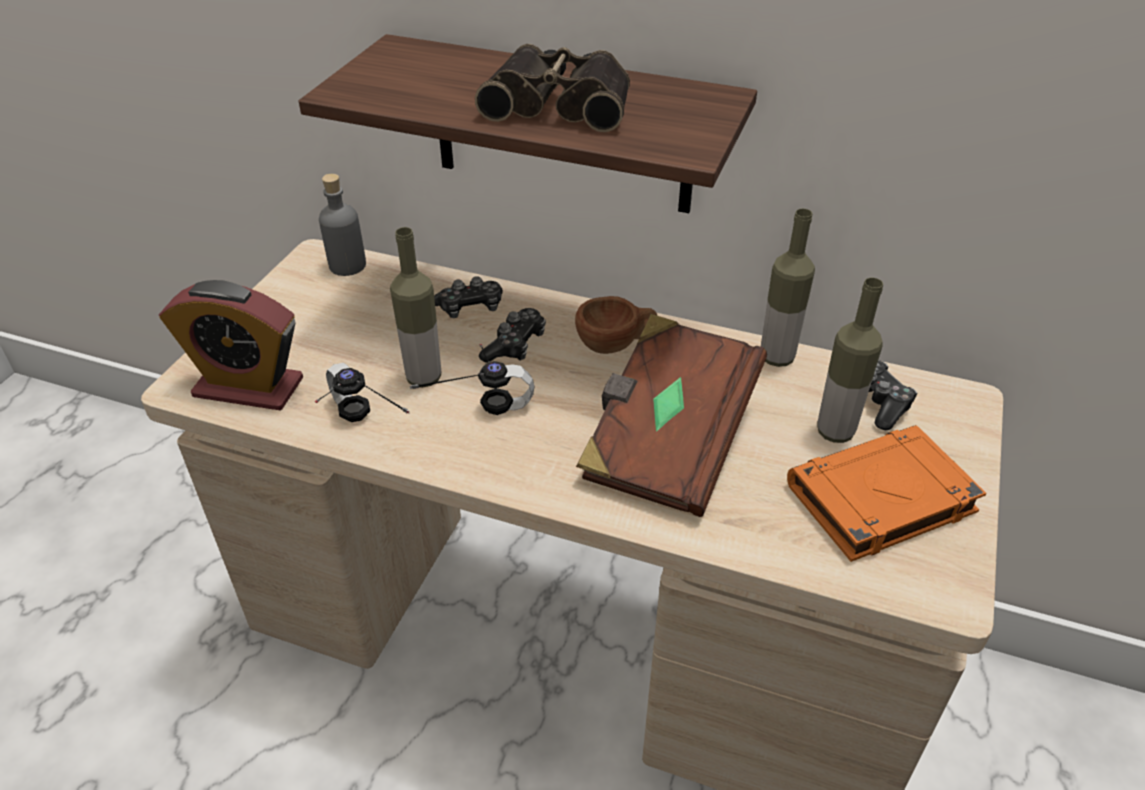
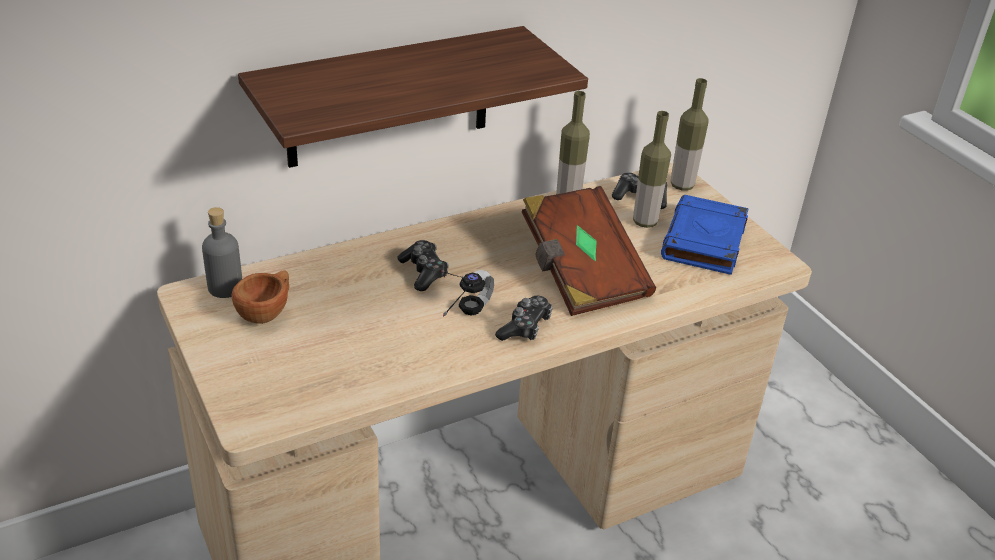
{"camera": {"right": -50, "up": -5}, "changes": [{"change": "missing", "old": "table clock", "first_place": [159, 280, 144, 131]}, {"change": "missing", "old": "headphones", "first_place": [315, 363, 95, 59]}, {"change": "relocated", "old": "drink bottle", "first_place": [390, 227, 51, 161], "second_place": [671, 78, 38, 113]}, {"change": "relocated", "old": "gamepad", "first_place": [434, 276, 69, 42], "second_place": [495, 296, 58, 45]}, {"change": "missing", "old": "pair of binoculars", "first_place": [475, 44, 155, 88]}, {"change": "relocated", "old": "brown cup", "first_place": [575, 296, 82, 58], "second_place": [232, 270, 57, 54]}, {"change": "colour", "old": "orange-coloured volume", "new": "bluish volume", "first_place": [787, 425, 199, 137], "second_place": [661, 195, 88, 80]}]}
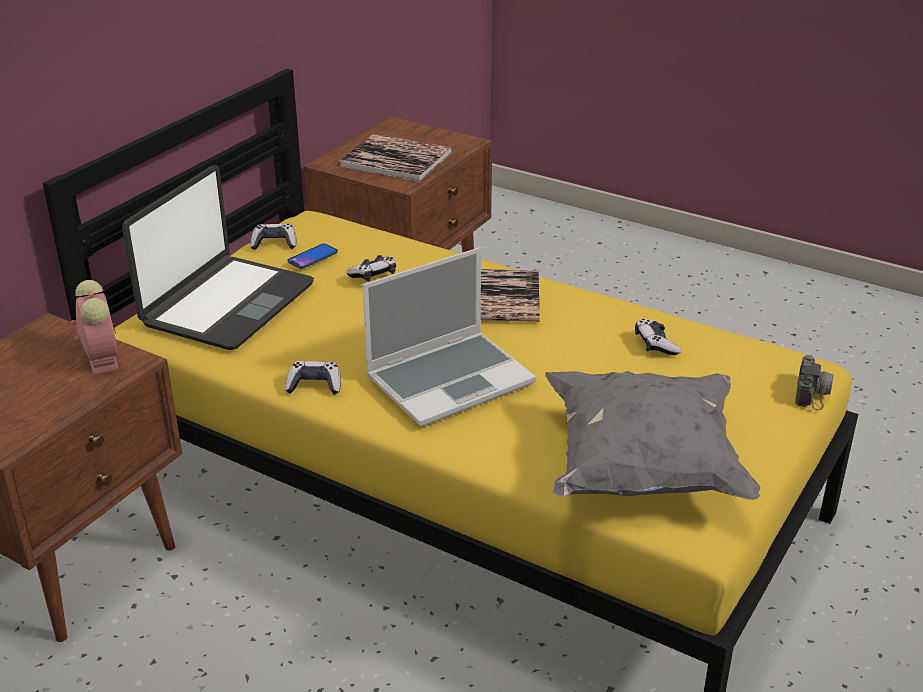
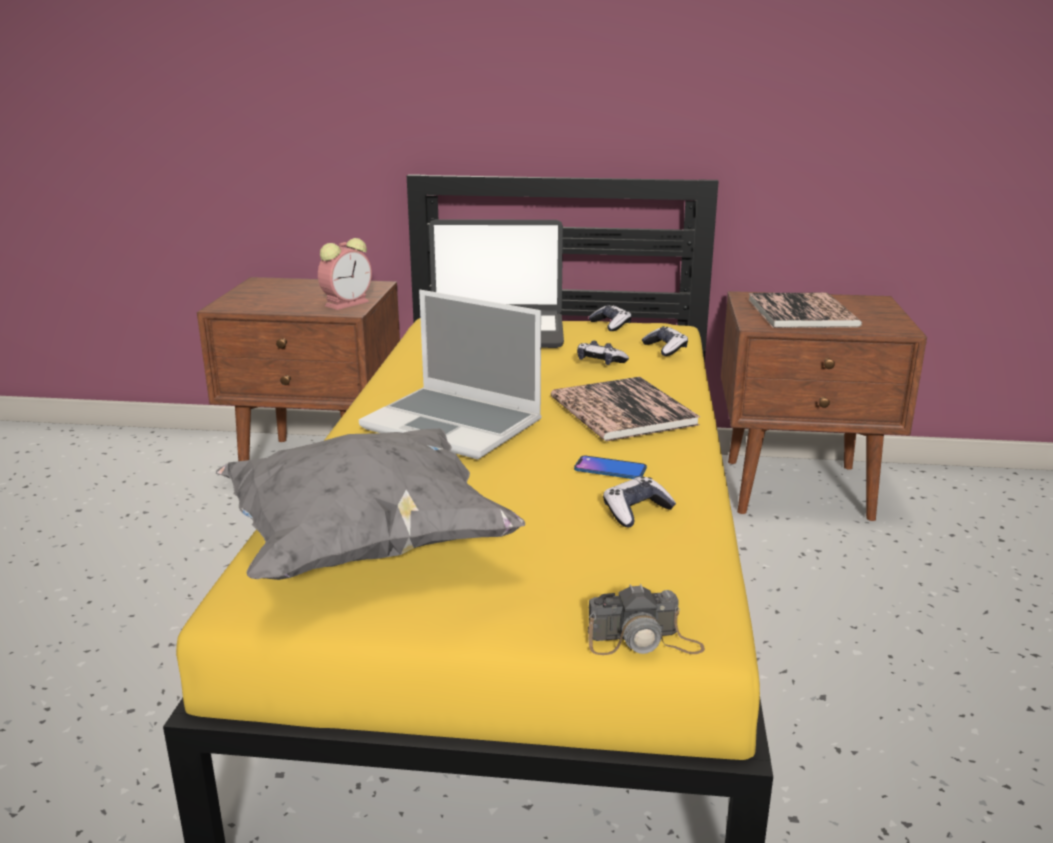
{"camera": {"right": 65, "up": -10}, "changes": [{"change": "relocated", "old": "gamepad", "first_place": [285, 361, 56, 34], "second_place": [642, 326, 46, 30]}, {"change": "relocated", "old": "handset", "first_place": [288, 244, 50, 25], "second_place": [574, 456, 73, 23]}]}
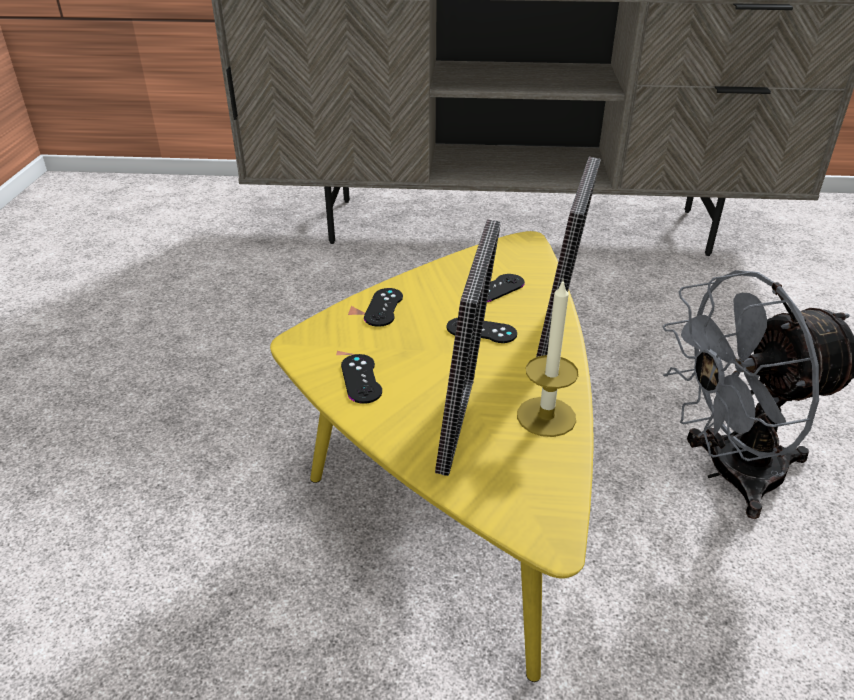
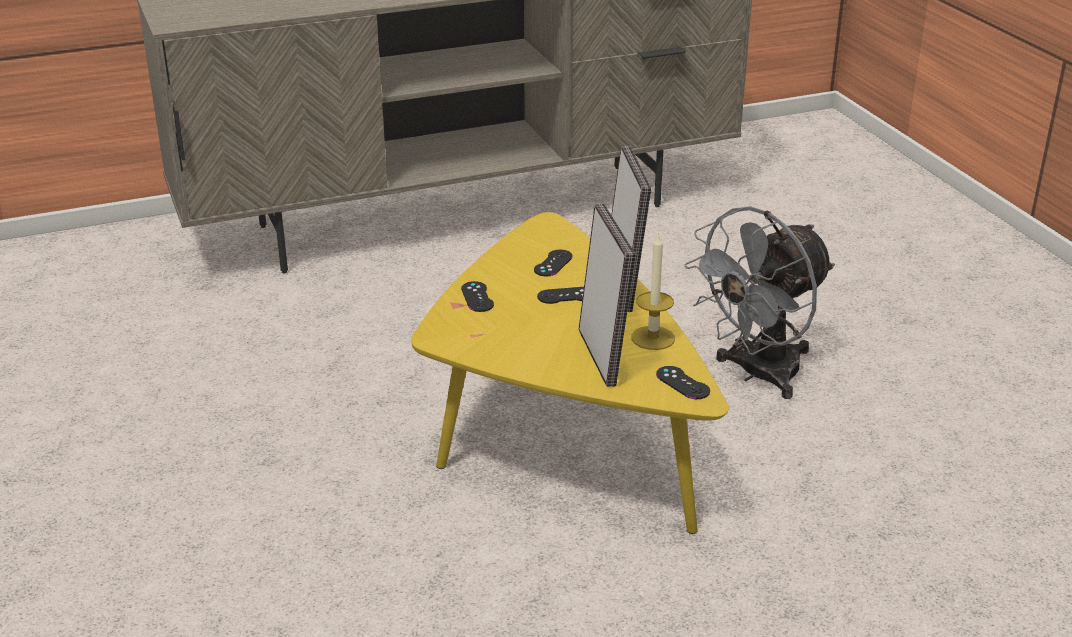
{"camera": {"right": -25, "up": -5}, "changes": [{"change": "relocated", "old": "black gamepad", "first_place": [341, 354, 41, 50], "second_place": [656, 366, 54, 33]}]}
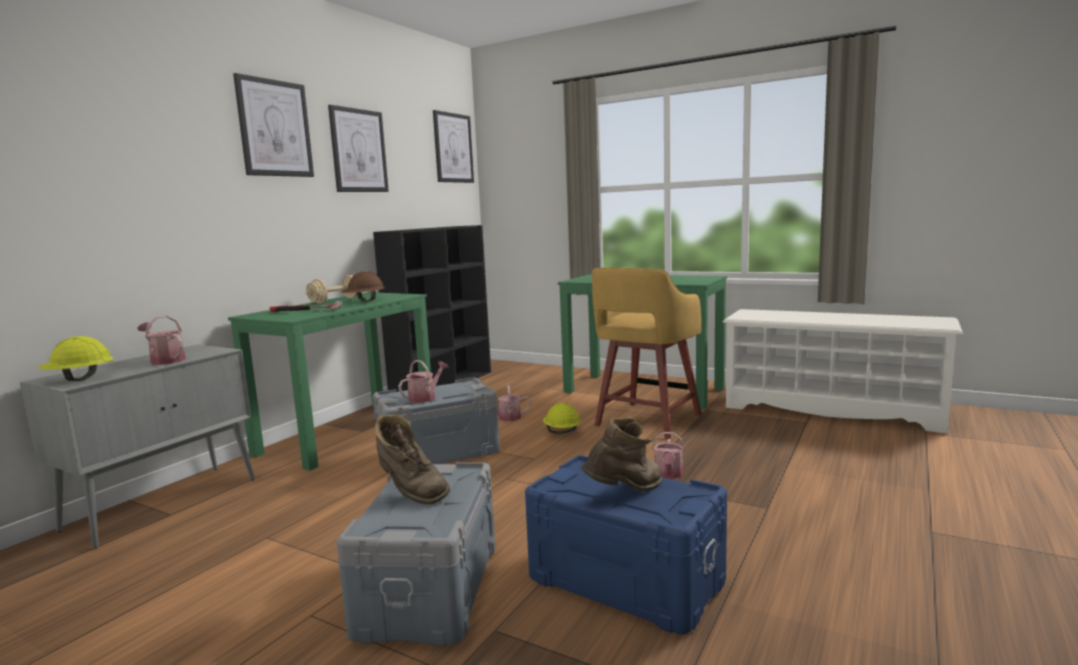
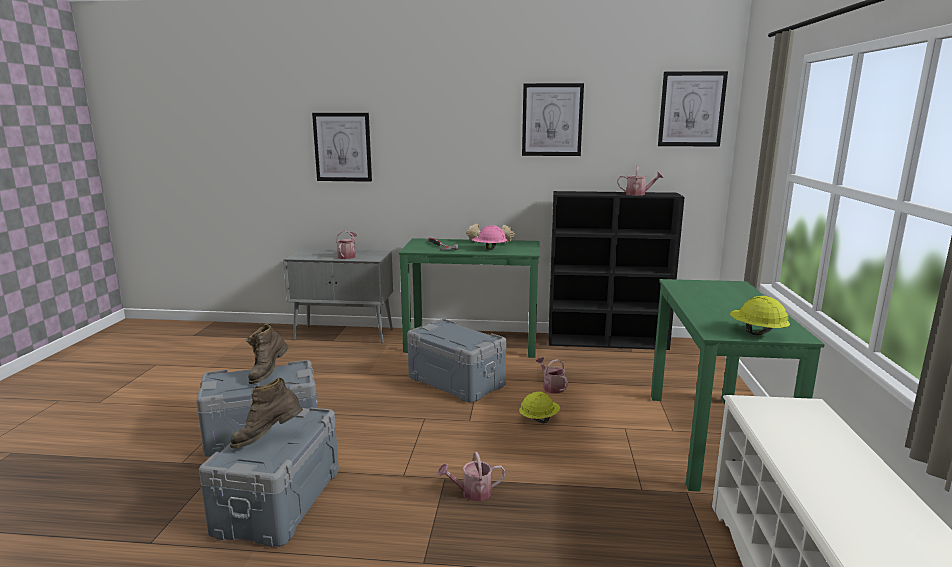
{"camera": {"right": 65, "up": 5}, "changes": [{"change": "relocated", "old": "yellow hard hat", "first_place": [38, 336, 76, 45], "second_place": [730, 296, 60, 39]}, {"change": "relocated", "old": "wall art", "first_place": [233, 73, 81, 104], "second_place": [312, 113, 60, 69]}, {"change": "colour", "old": "brown hard hat", "new": "pink-coloured hard hat", "first_place": [341, 271, 44, 31], "second_place": [472, 225, 35, 25]}, {"change": "relocated", "old": "watering can", "first_place": [398, 360, 51, 43], "second_place": [617, 166, 47, 29]}, {"change": "colour", "old": "bluish storage container", "new": "gray storage container", "first_place": [525, 455, 202, 180], "second_place": [199, 408, 140, 139]}, {"change": "spun", "old": "brown boot", "first_place": [581, 417, 81, 75], "second_place": [230, 377, 73, 72], "degrees": 120}, {"change": "missing", "old": "yellow stool", "first_place": [592, 268, 110, 171]}]}
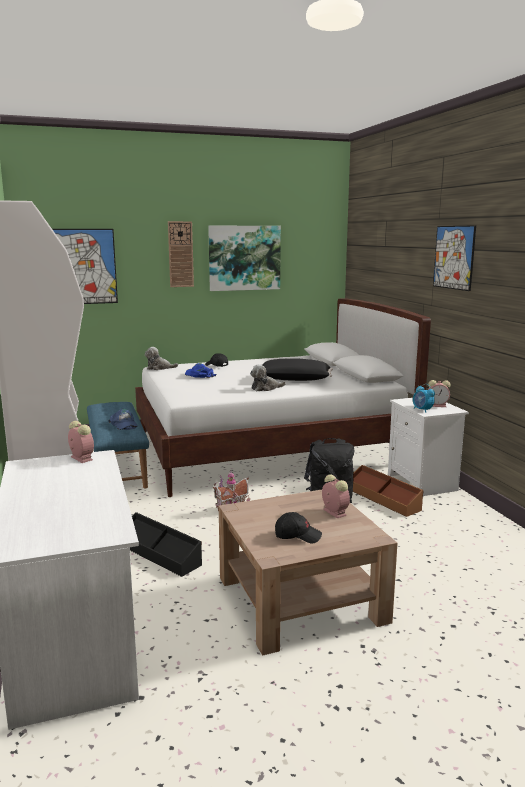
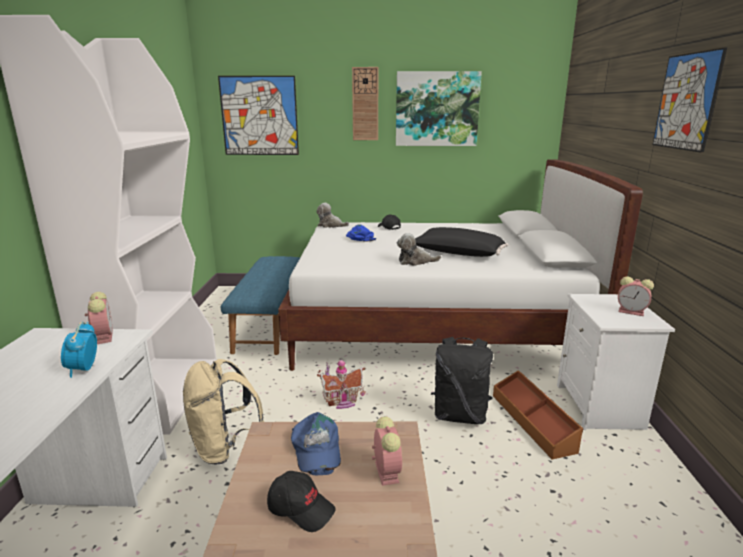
{"camera": {"right": 20, "up": 5}, "changes": [{"change": "relocated", "old": "bluish cap", "first_place": [108, 409, 30, 21], "second_place": [291, 412, 50, 63]}, {"change": "exchanged", "old": "black storage container", "new": "beige-coloured backpack", "first_place": [130, 512, 72, 65], "second_place": [183, 359, 81, 106]}, {"change": "relocated", "old": "table clock", "first_place": [413, 384, 22, 29], "second_place": [61, 322, 36, 56]}]}
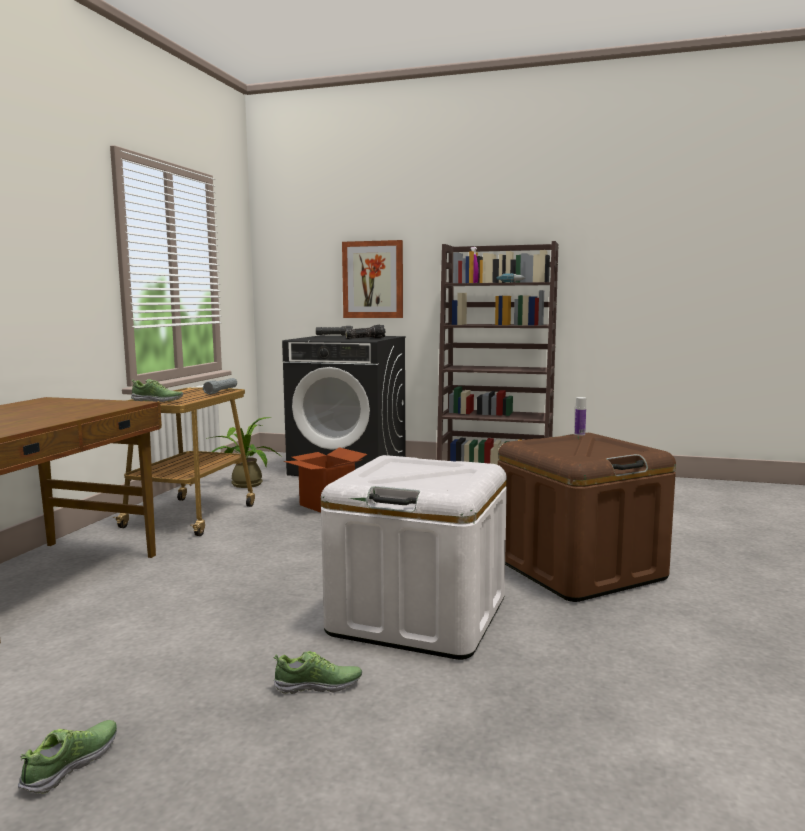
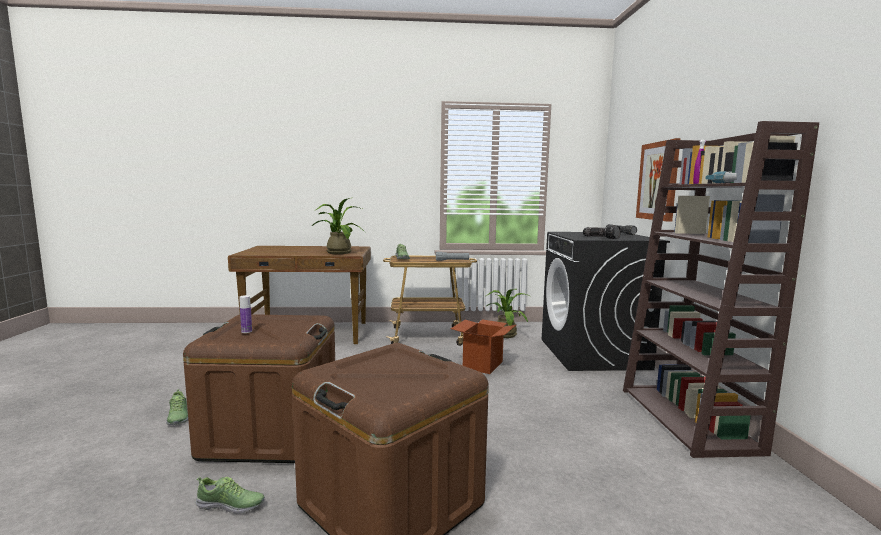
{"camera": {"right": 70, "up": 0}, "changes": [{"change": "relocated", "old": "item of footwear", "first_place": [18, 720, 99, 74], "second_place": [196, 477, 69, 37]}, {"change": "colour", "old": "white storage container", "new": "brown storage container", "first_place": [321, 455, 186, 205], "second_place": [183, 314, 152, 149]}, {"change": "relocated", "old": "drink bottle", "first_place": [575, 397, 11, 39], "second_place": [239, 295, 13, 38]}, {"change": "appeared", "new": "plant in a pot", "second_place": [311, 198, 54, 56]}]}
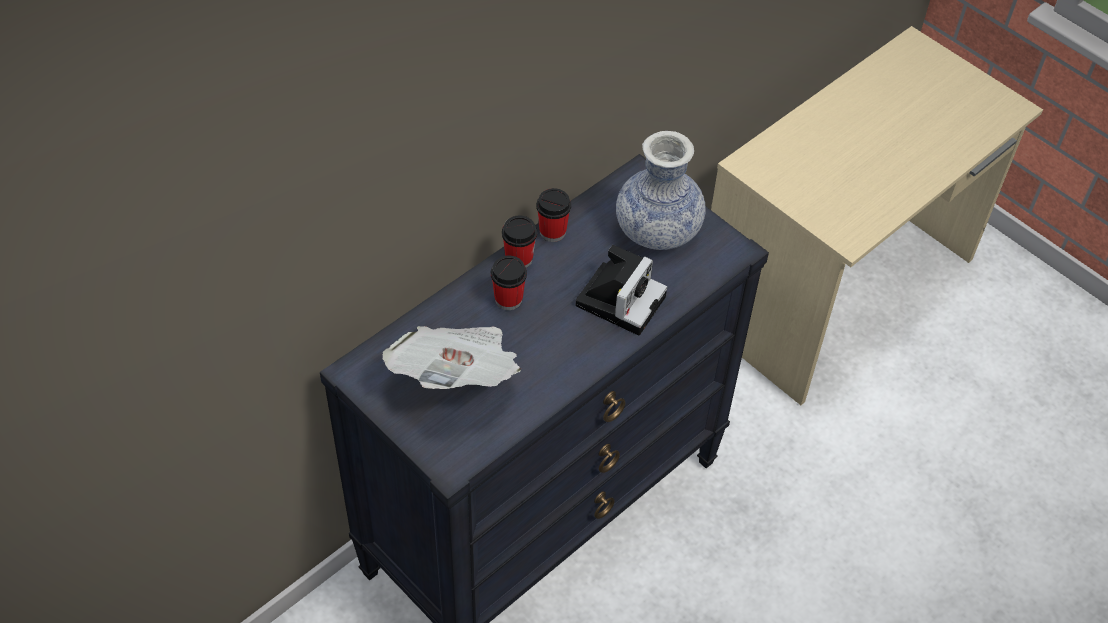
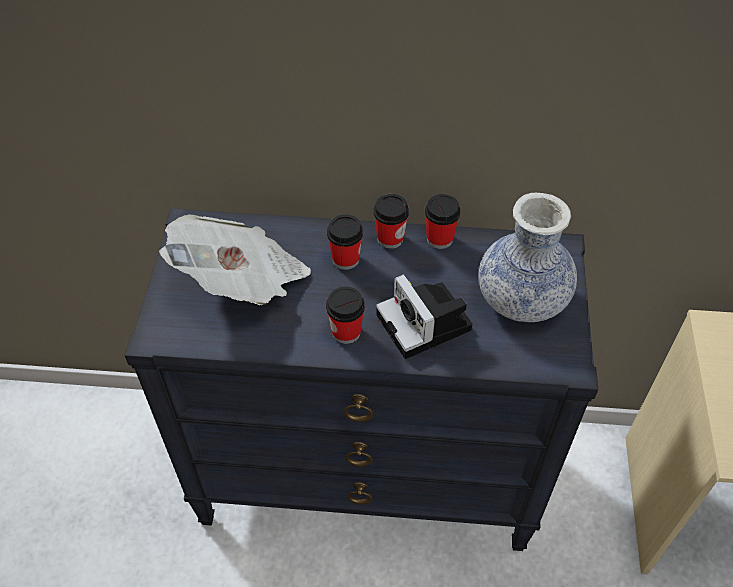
{"camera": {"right": 50, "up": 0}, "changes": [{"change": "spun", "old": "photo camera", "first_place": [576, 245, 91, 91], "second_place": [376, 274, 97, 85], "degrees": 75}, {"change": "appeared", "new": "cup", "second_place": [326, 287, 39, 57]}]}
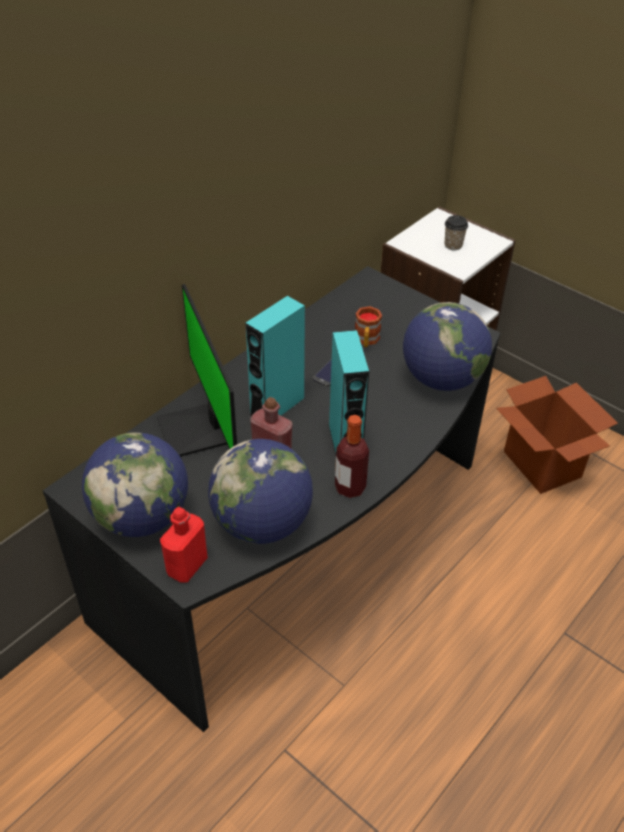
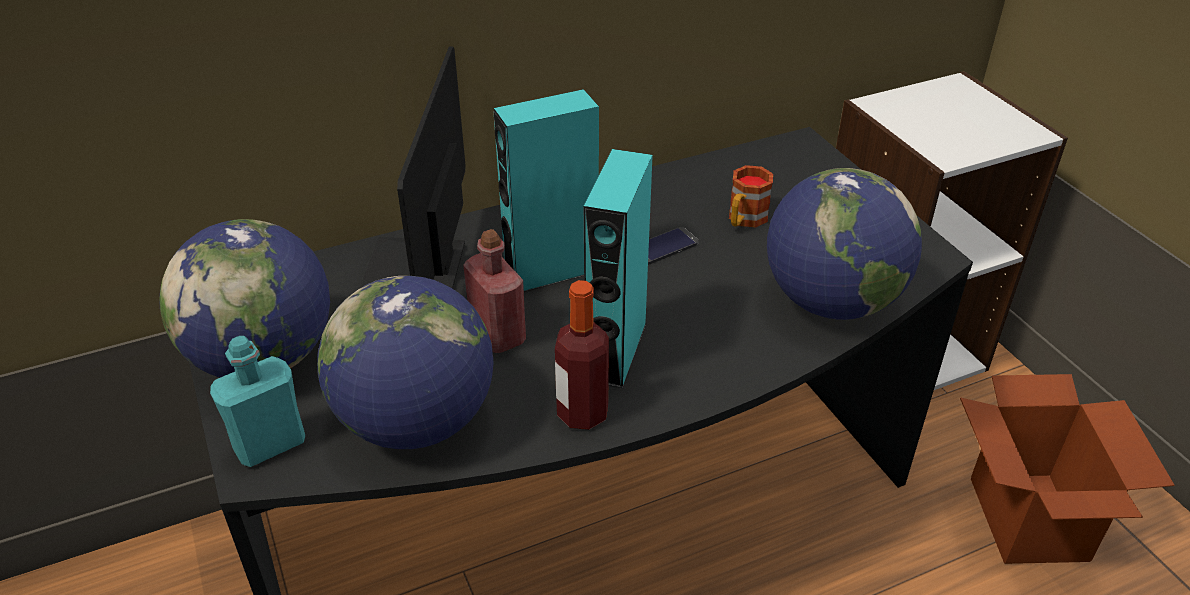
{"camera": {"right": 25, "up": -5}, "changes": [{"change": "colour", "old": "reddish drink bottle", "new": "blue-green drink bottle", "first_place": [160, 507, 48, 76], "second_place": [210, 336, 95, 131]}, {"change": "missing", "old": "cup", "first_place": [445, 215, 23, 36]}]}
